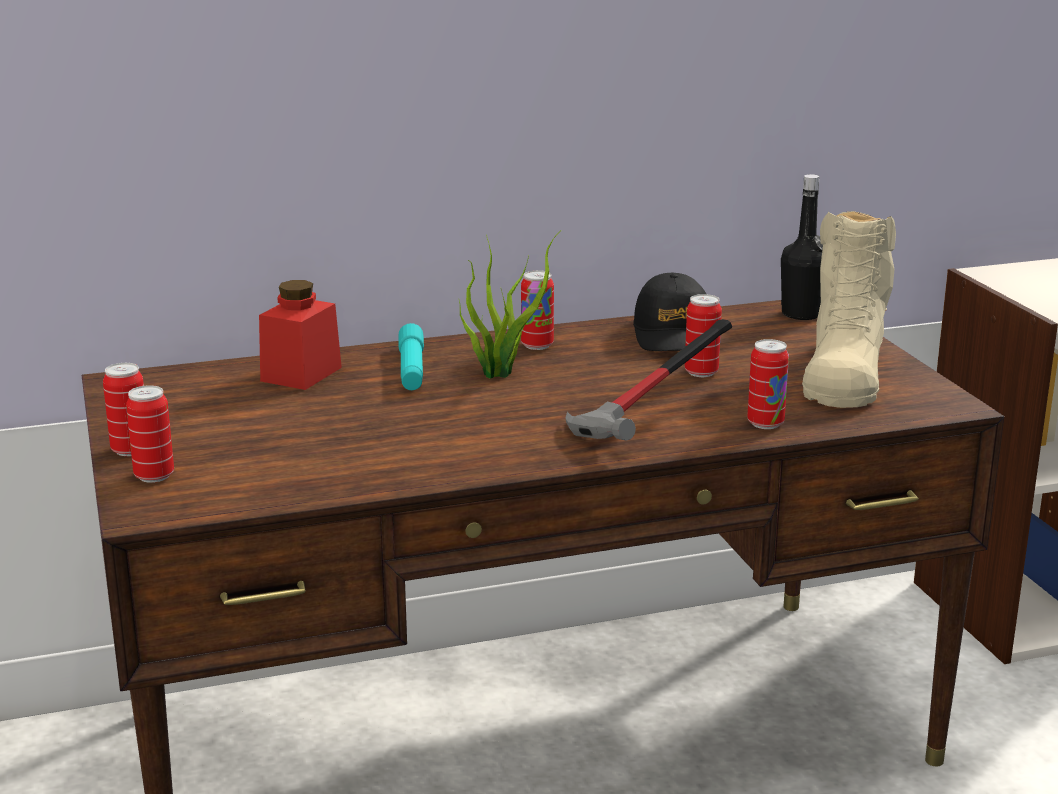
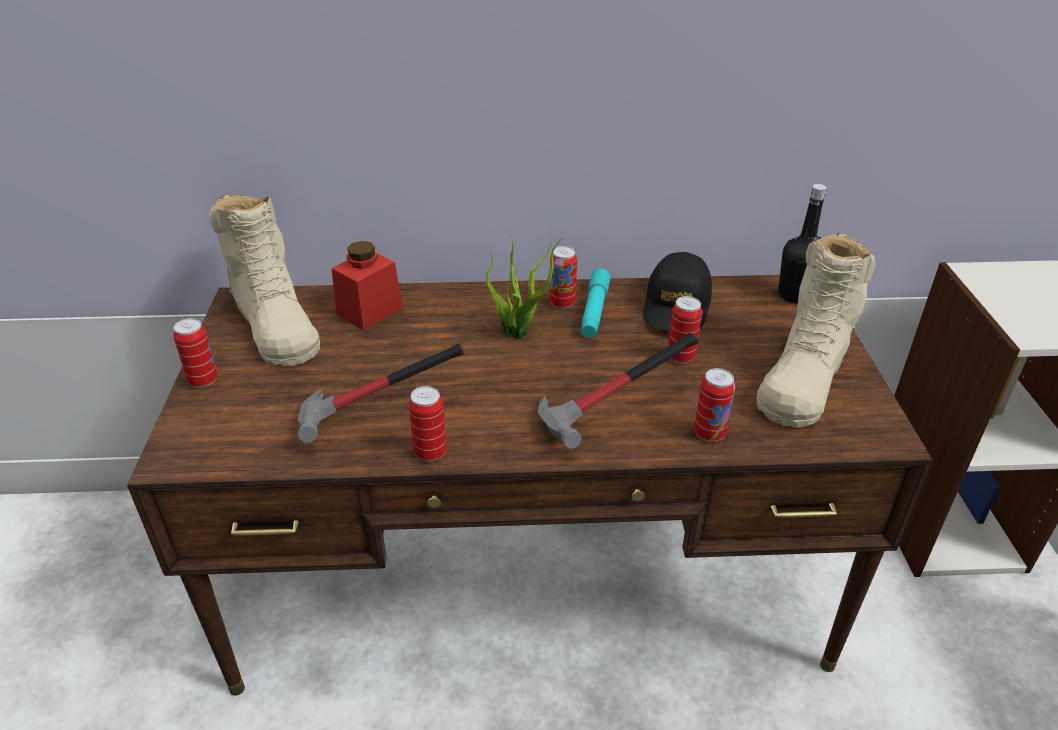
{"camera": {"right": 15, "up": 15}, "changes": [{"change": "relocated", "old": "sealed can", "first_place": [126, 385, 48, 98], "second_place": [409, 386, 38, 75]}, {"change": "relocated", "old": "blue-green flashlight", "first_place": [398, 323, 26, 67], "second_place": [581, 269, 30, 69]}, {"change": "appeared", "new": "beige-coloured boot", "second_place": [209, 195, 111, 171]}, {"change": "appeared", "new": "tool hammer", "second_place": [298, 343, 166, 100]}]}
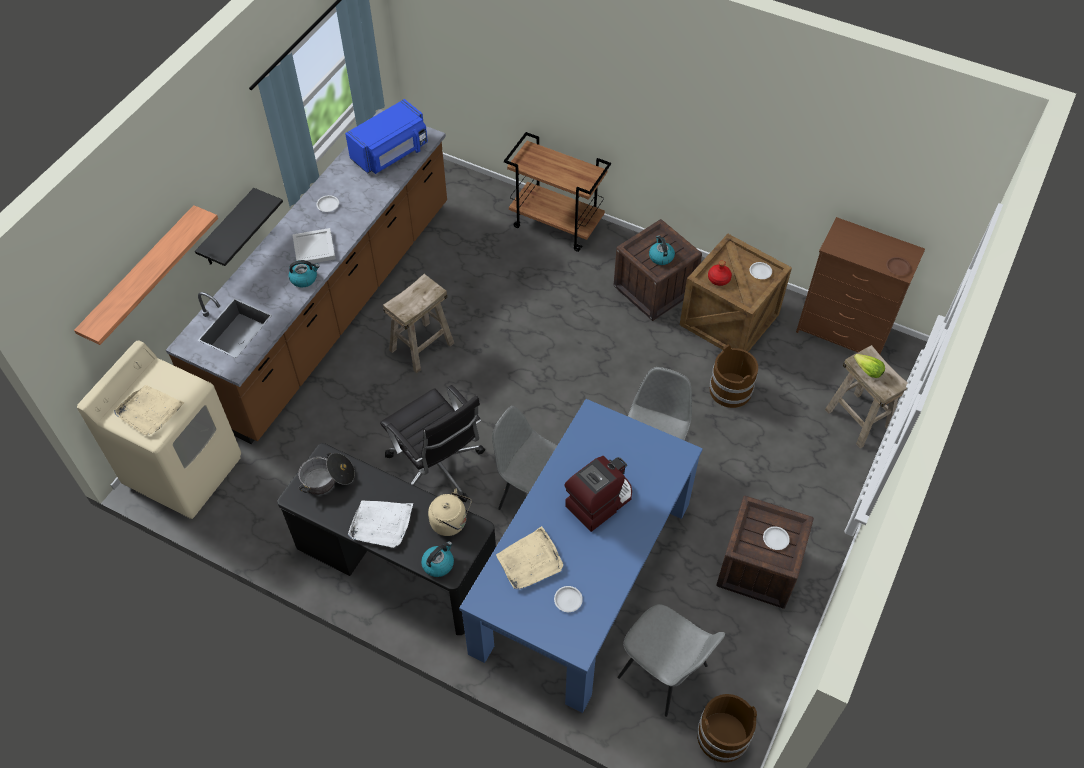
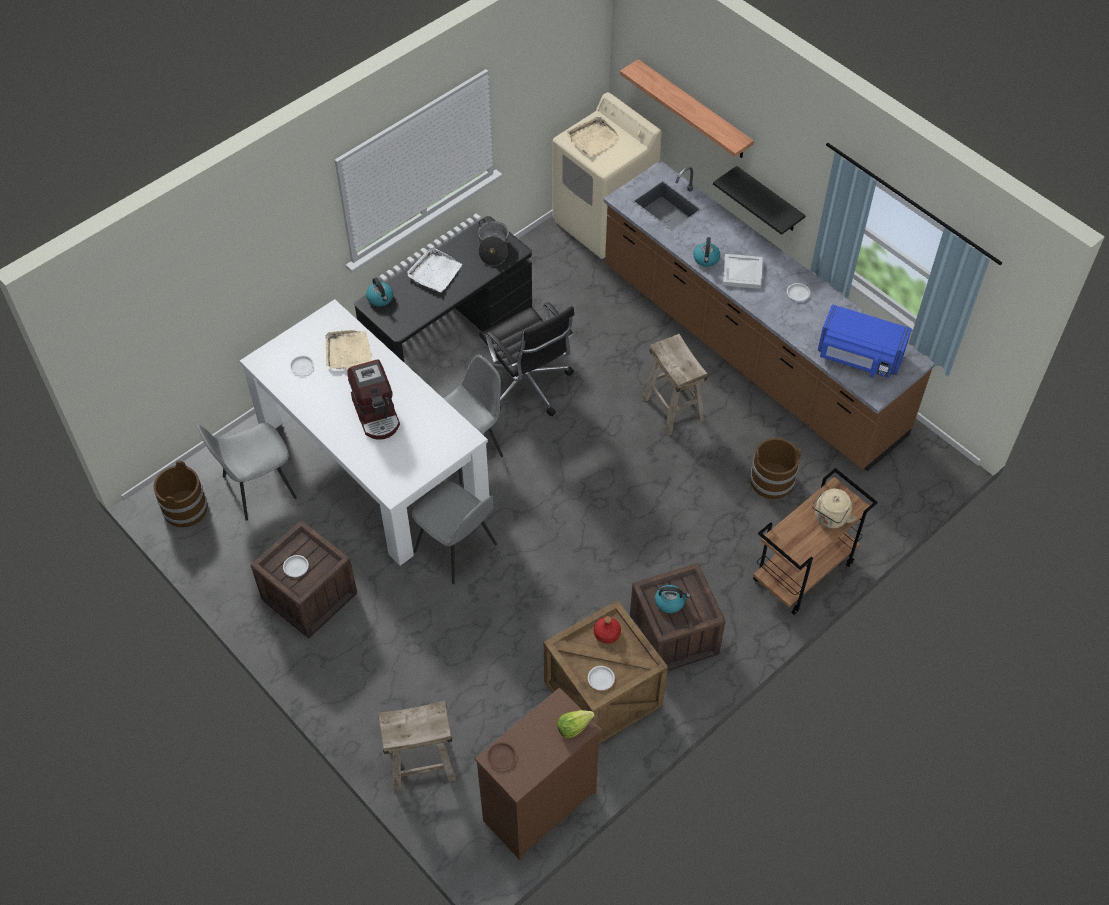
{"camera": {"right": 110, "up": 0}, "changes": [{"change": "spun", "old": "bluish microwave", "first_place": [345, 99, 83, 75], "second_place": [818, 304, 94, 74], "degrees": -45}, {"change": "spun", "old": "black computer chair", "first_place": [380, 385, 105, 117], "second_place": [479, 302, 95, 114], "degrees": -105}, {"change": "relocated", "old": "beige-coloured kettle", "first_place": [428, 489, 44, 47], "second_place": [812, 489, 45, 39]}, {"change": "colour", "old": "bluish kitchen table", "new": "white kitchen table", "first_place": [459, 399, 244, 314], "second_place": [240, 299, 249, 267]}, {"change": "relocated", "old": "brown bucket", "first_place": [710, 344, 48, 64], "second_place": [750, 438, 51, 61]}, {"change": "relocated", "old": "lettuce", "first_place": [854, 354, 31, 24], "second_place": [557, 710, 38, 28]}]}
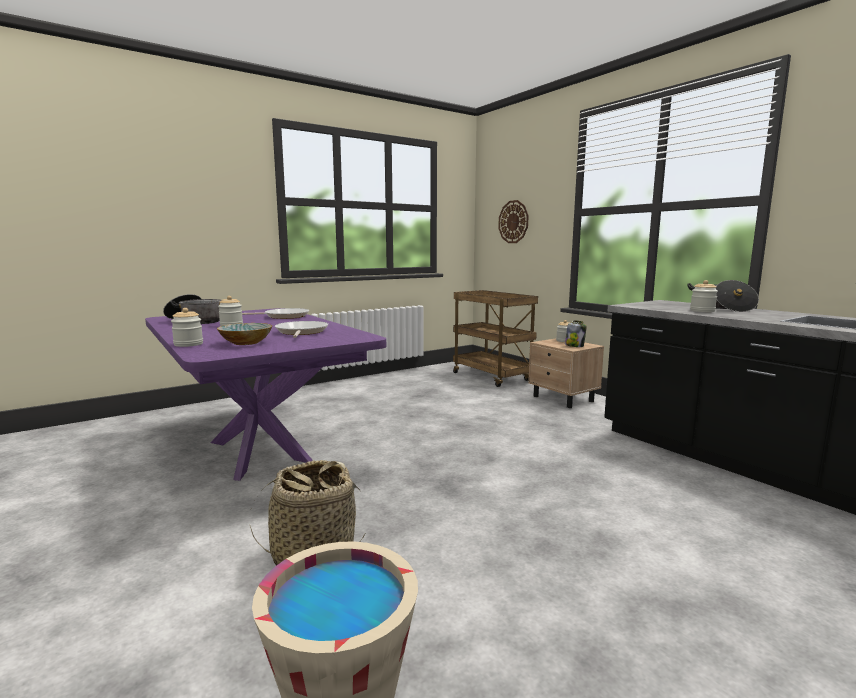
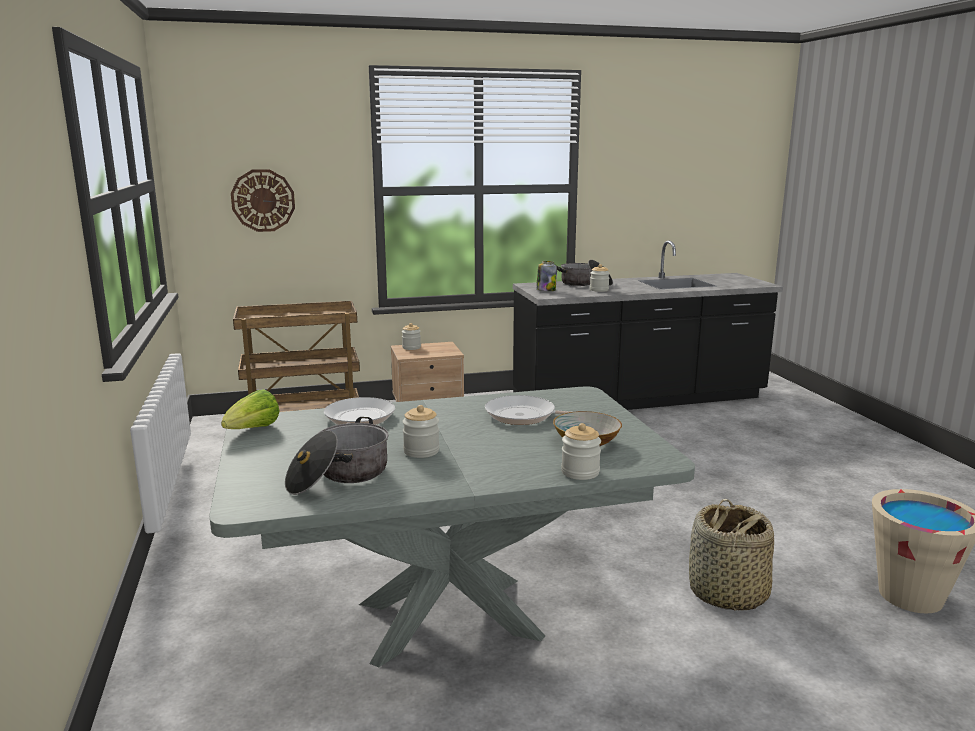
{"camera": {"right": -70, "up": 5}, "changes": [{"change": "colour", "old": "purple kitchen table", "new": "gray kitchen table", "first_place": [145, 308, 241, 173], "second_place": [209, 386, 486, 281]}, {"change": "relocated", "old": "jar", "first_place": [565, 320, 22, 27], "second_place": [536, 261, 21, 30]}, {"change": "appeared", "new": "lettuce", "second_place": [221, 389, 59, 40]}]}
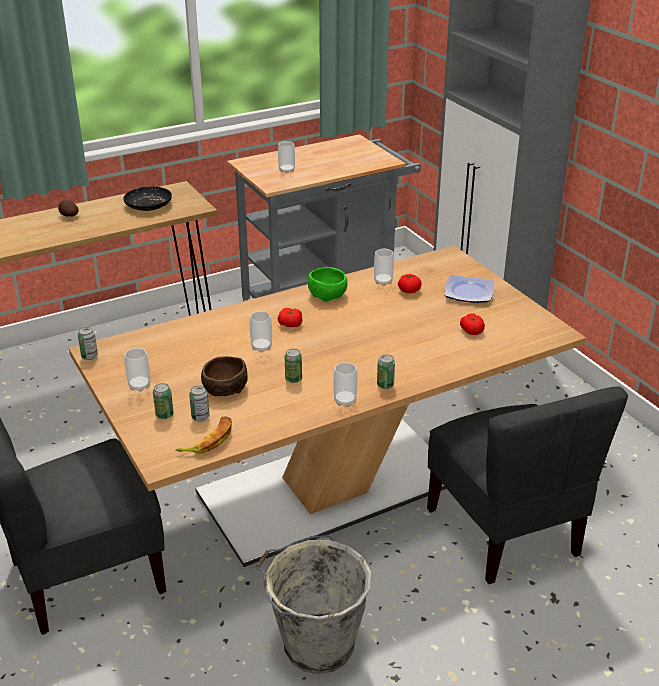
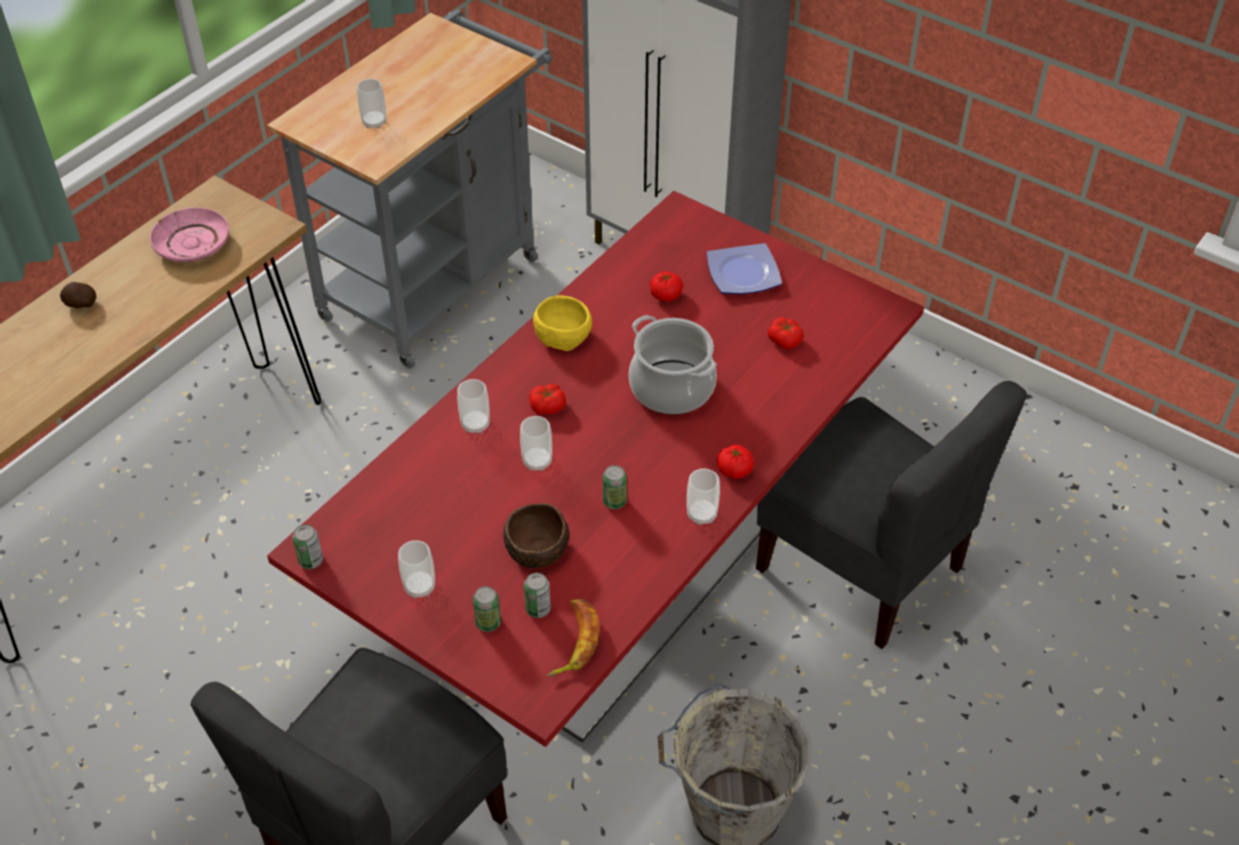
{"camera": {"right": -25, "up": 15}, "changes": [{"change": "colour", "old": "beige-coloured kitchen table", "new": "reddish kitchen table", "first_place": [69, 246, 517, 321], "second_place": [267, 191, 657, 556]}, {"change": "colour", "old": "black dinner plate", "new": "pink-coloured dinner plate", "first_place": [123, 187, 49, 24], "second_place": [150, 208, 79, 54]}, {"change": "colour", "old": "greenish serving bowl", "new": "yellow serving bowl", "first_place": [308, 267, 40, 35], "second_place": [533, 295, 59, 56]}, {"change": "relocated", "old": "cup", "first_place": [374, 249, 20, 37], "second_place": [457, 379, 33, 55]}, {"change": "exchanged", "old": "sealed can", "new": "whole tomato", "first_place": [377, 355, 18, 34], "second_place": [717, 445, 37, 34]}, {"change": "appeared", "new": "cooking pot", "second_place": [629, 315, 88, 100]}]}
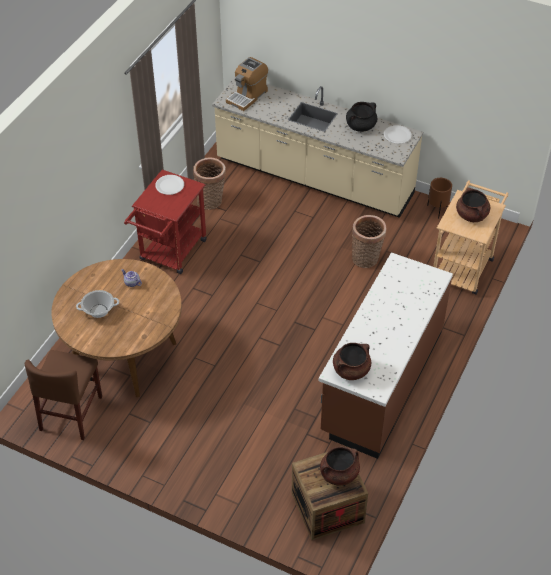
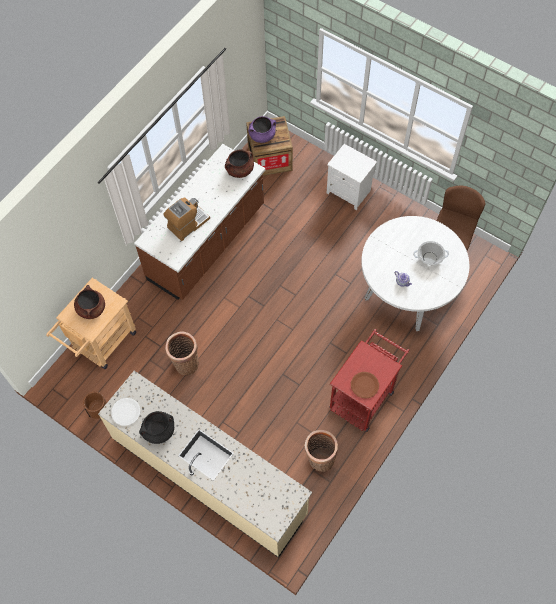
{"camera": {"right": -170, "up": 15}, "changes": [{"change": "colour", "old": "brown kitchen table", "new": "white kitchen table", "first_place": [51, 259, 131, 138], "second_place": [361, 216, 108, 115]}, {"change": "colour", "old": "white dinner plate", "new": "brown dinner plate", "first_place": [155, 175, 29, 20], "second_place": [351, 372, 28, 27]}, {"change": "relocated", "old": "coffee brewer", "first_place": [226, 57, 42, 54], "second_place": [163, 197, 47, 44]}, {"change": "colour", "old": "brown cooking pot", "new": "purple cooking pot", "first_place": [320, 446, 40, 40], "second_place": [248, 116, 28, 27]}, {"change": "appeared", "new": "white bedside table", "second_place": [327, 144, 50, 66]}]}
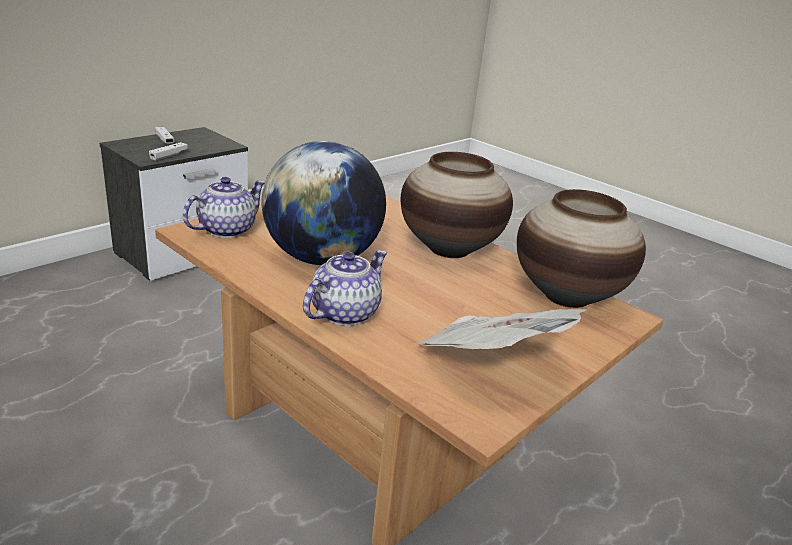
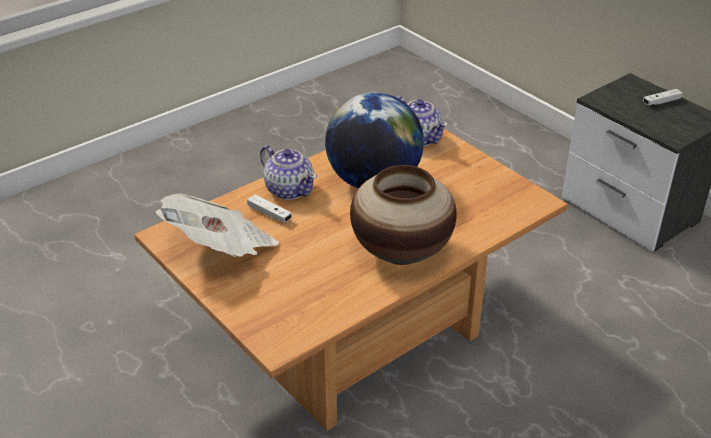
{"camera": {"right": 100, "up": 10}, "changes": [{"change": "relocated", "old": "white gamepad", "first_place": [149, 142, 39, 19], "second_place": [247, 194, 45, 29]}, {"change": "missing", "old": "decorative vase", "first_place": [517, 189, 129, 119]}]}
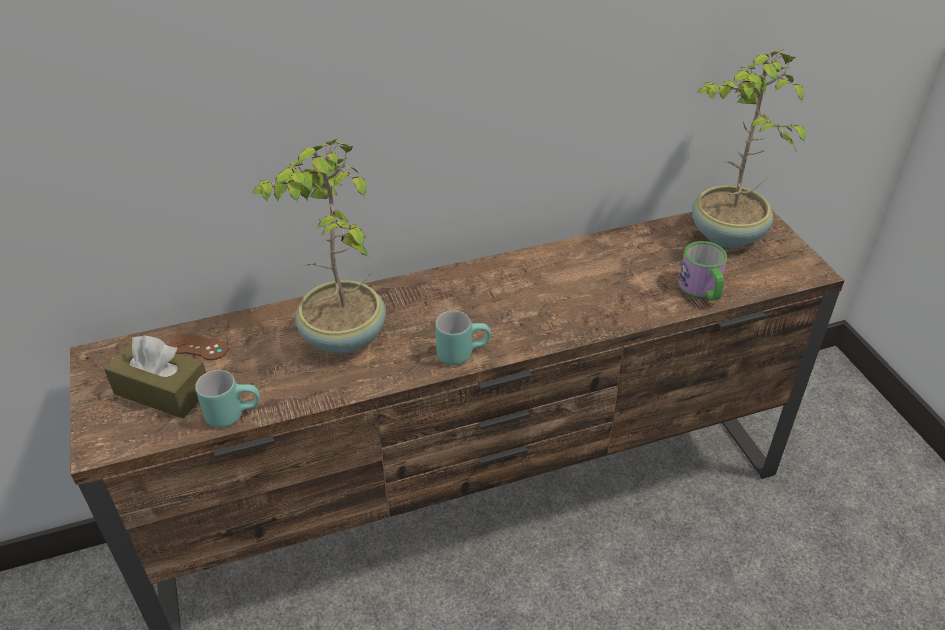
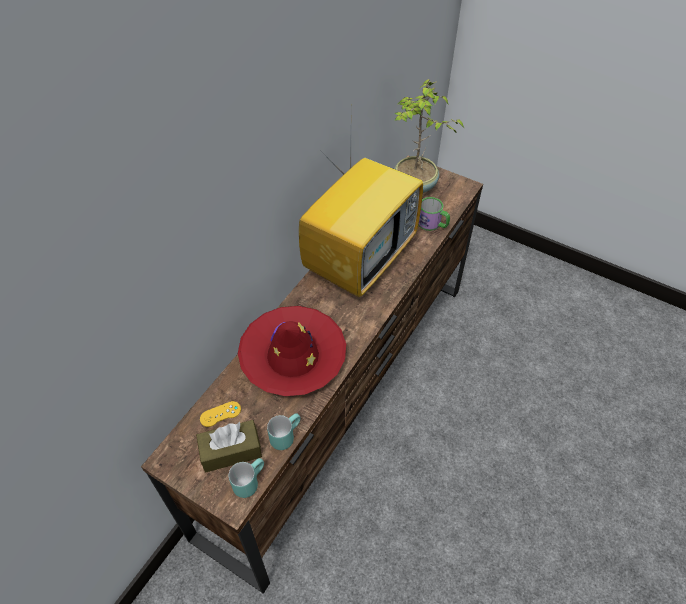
{"camera": {"right": -40, "up": 10}, "changes": [{"change": "colour", "old": "brown gamepad", "new": "yellow gamepad", "first_place": [168, 334, 60, 26], "second_place": [200, 401, 41, 26]}, {"change": "exchanged", "old": "plant in a pot", "new": "reddish clothing hat", "first_place": [252, 137, 134, 217], "second_place": [238, 306, 108, 90]}, {"change": "relocated", "old": "blue-green tea mug", "first_place": [435, 311, 56, 54], "second_place": [229, 458, 35, 40]}, {"change": "appeared", "new": "TV", "second_place": [299, 141, 124, 156]}]}
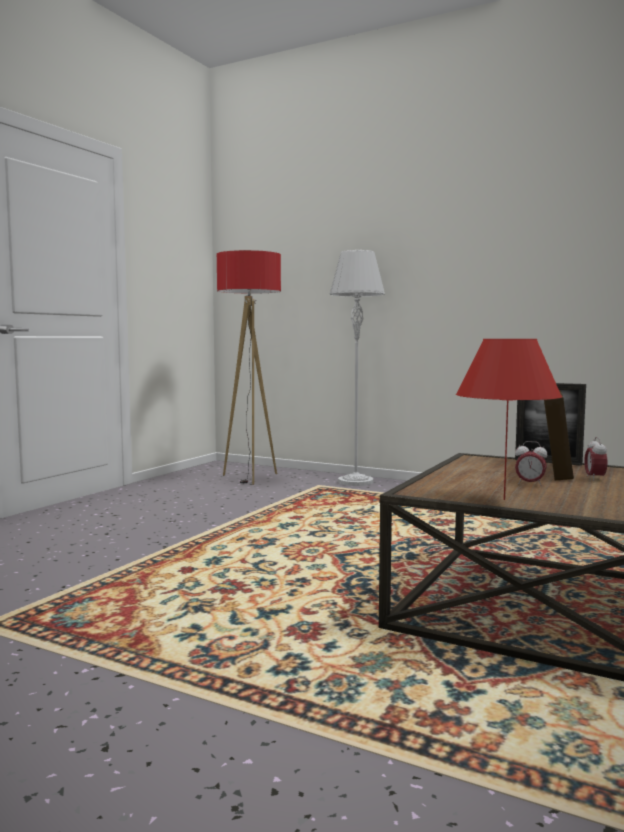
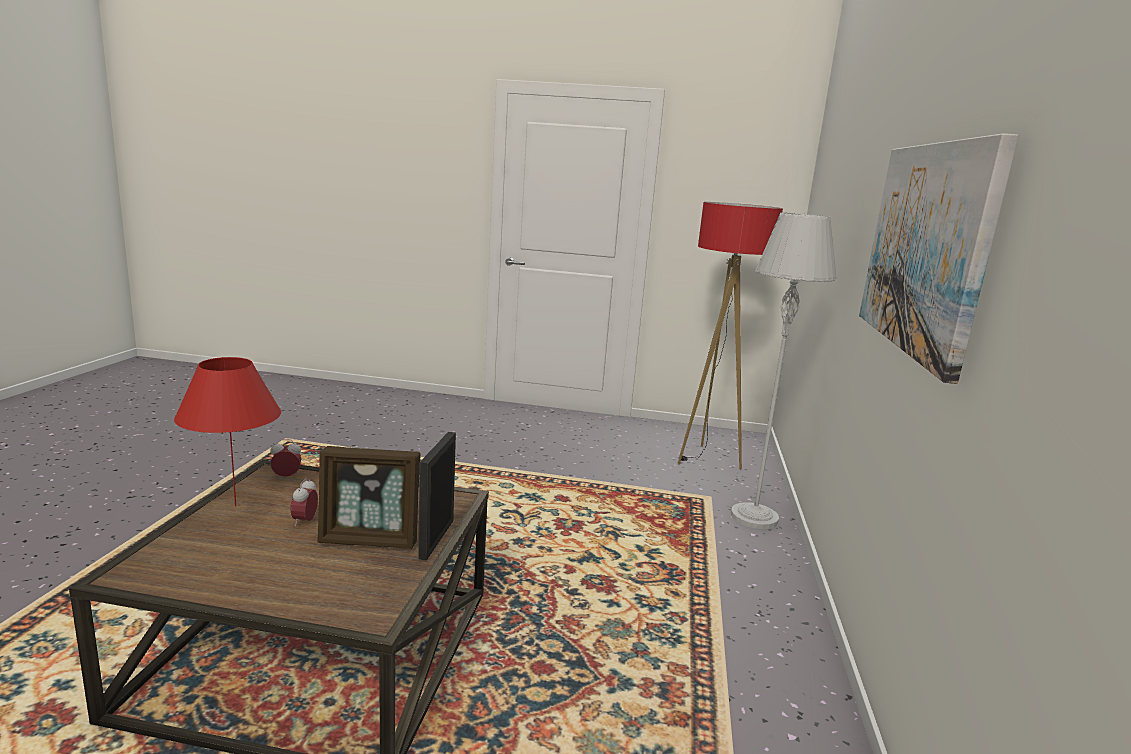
{"camera": {"right": 70, "up": 10}, "changes": [{"change": "relocated", "old": "table clock", "first_place": [584, 437, 23, 44], "second_place": [270, 439, 31, 38]}, {"change": "appeared", "new": "wall art", "second_place": [859, 133, 160, 251]}]}
